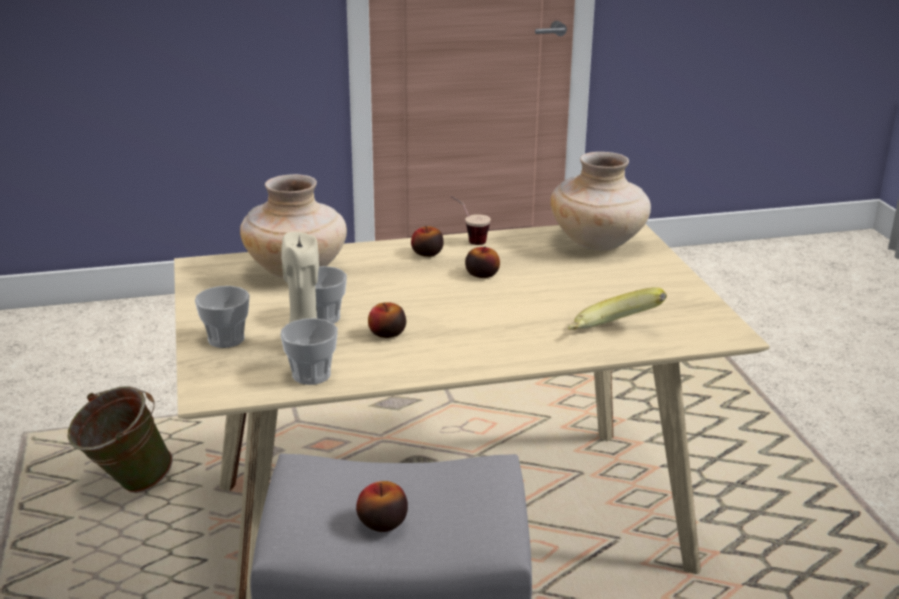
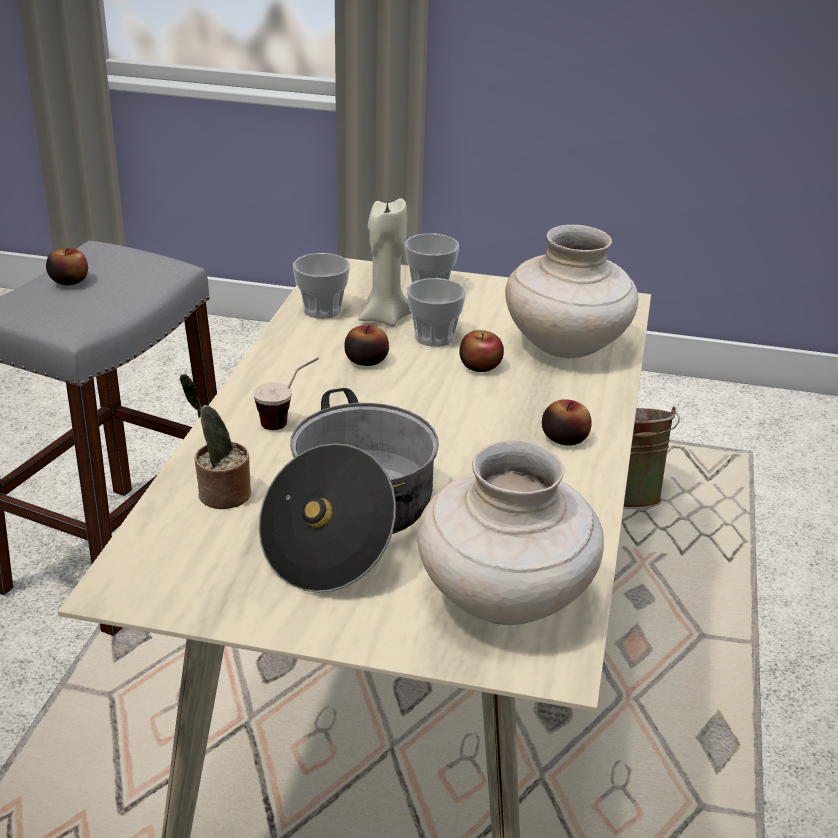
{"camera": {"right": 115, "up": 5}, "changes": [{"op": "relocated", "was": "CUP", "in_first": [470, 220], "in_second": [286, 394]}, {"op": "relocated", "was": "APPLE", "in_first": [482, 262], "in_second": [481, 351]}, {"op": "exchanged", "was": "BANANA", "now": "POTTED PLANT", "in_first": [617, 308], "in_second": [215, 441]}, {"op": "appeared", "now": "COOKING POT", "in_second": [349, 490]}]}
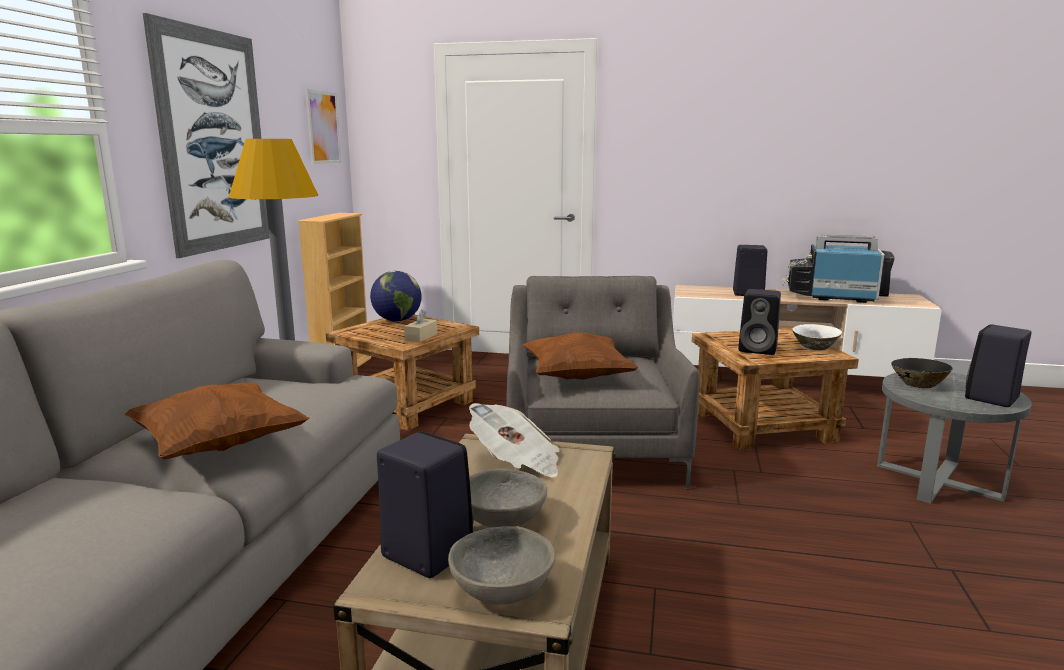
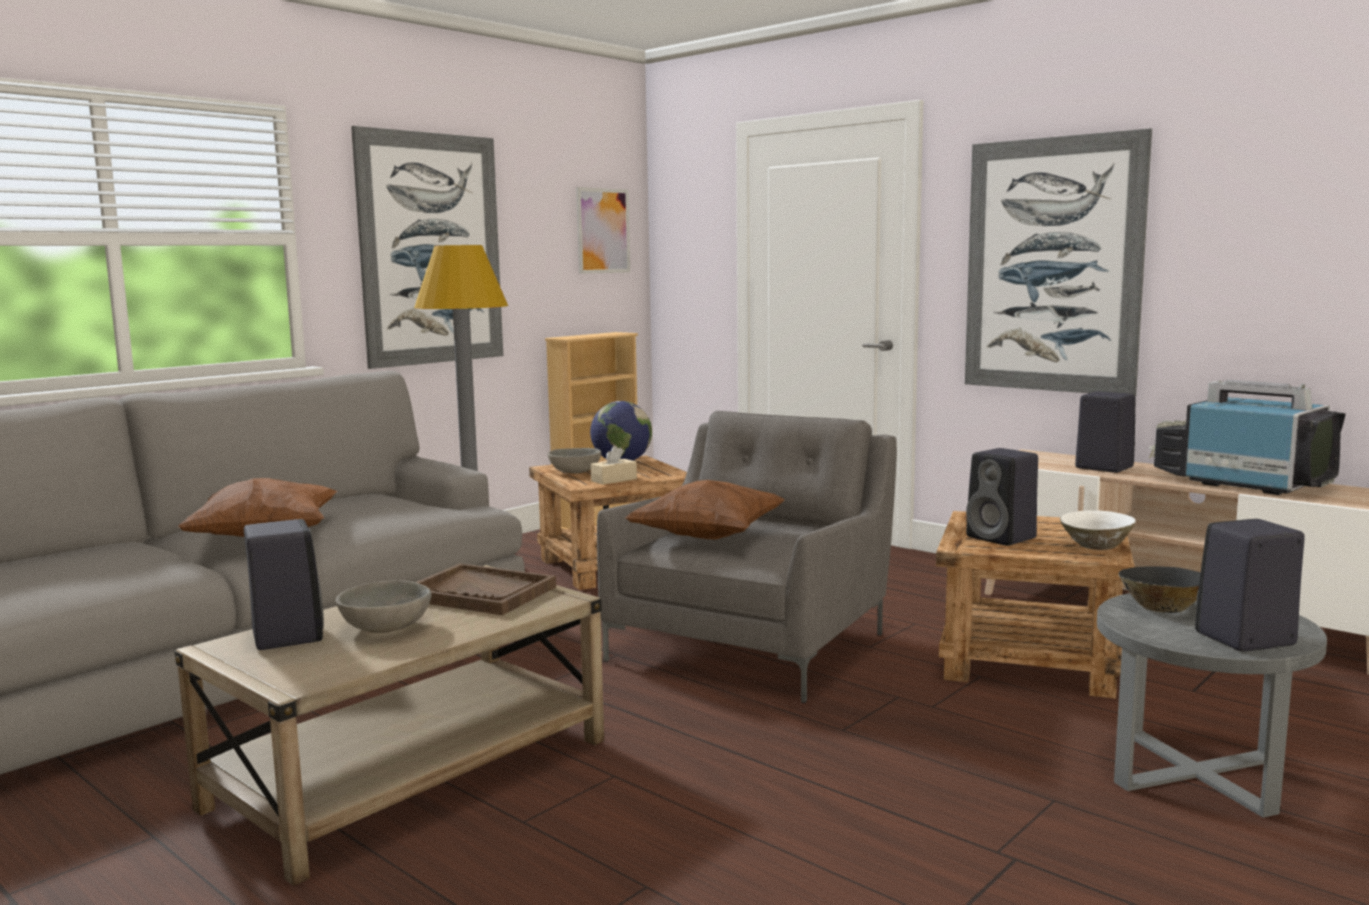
{"camera": {"right": 30, "up": -5}, "changes": [{"op": "exchanged", "was": "NEWSPAPER", "now": "BROWN TRAY", "in_first": [514, 440], "in_second": [486, 589]}, {"op": "relocated", "was": "GREY BOWL", "in_first": [501, 565], "in_second": [574, 461]}, {"op": "appeared", "now": "PICTURE", "in_second": [1058, 262]}]}
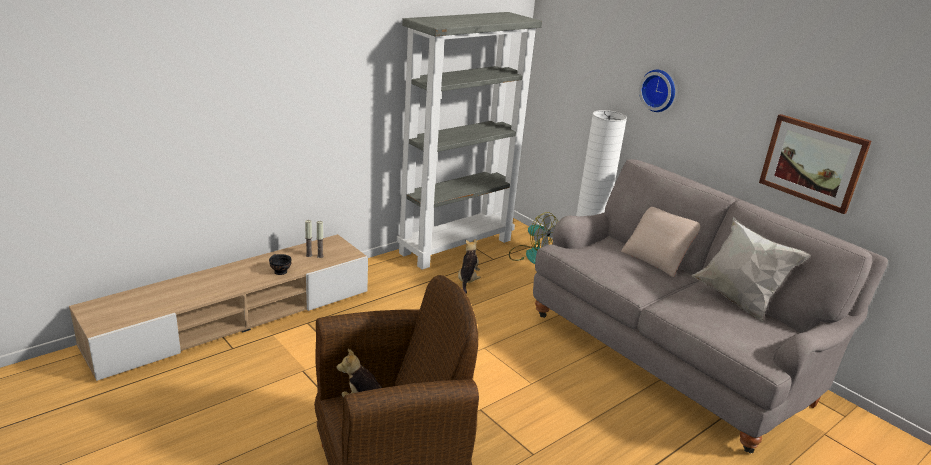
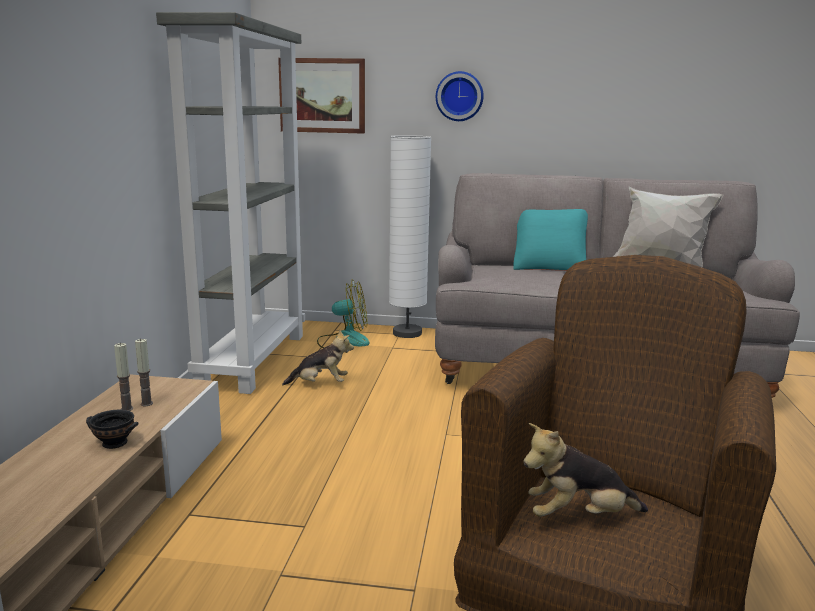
{"camera": {"right": -40, "up": -10}, "changes": [{"op": "relocated", "was": "PICTURE", "in_first": [815, 164], "in_second": [321, 96]}, {"op": "colour", "was": "BEIGE PILLOW", "now": "TURQUOISE PILLOW", "in_first": [660, 242], "in_second": [550, 240]}, {"op": "spun", "was": "PLUSH TOY", "in_first": [469, 266], "in_second": [318, 357], "clockwise": 120}]}
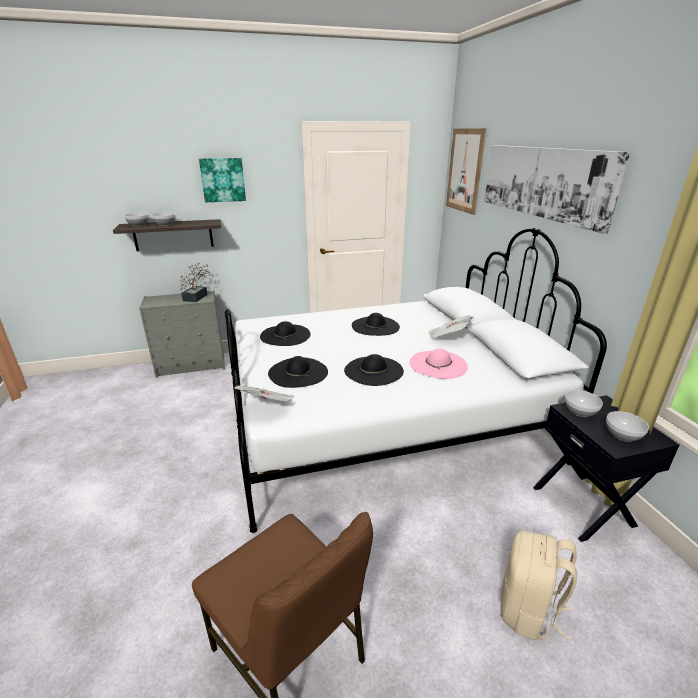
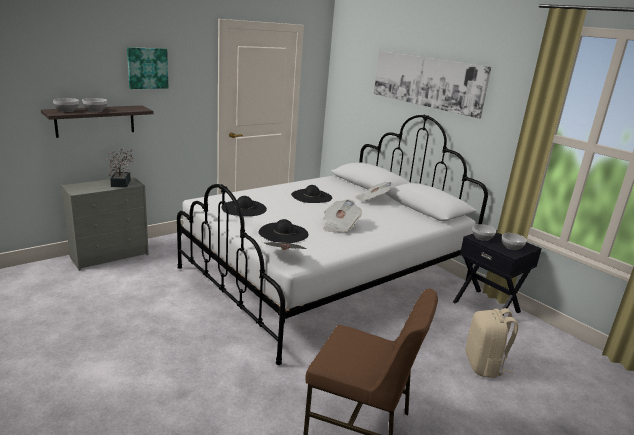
{"camera": {"right": -25, "up": -5}, "changes": [{"op": "missing", "was": "PICTURE", "in_first": [466, 171]}, {"op": "missing", "was": "PINK HAT", "in_first": [439, 364]}, {"op": "exchanged", "was": "BLACK HAT", "now": "NEWSPAPER", "in_first": [374, 370], "in_second": [342, 216]}]}
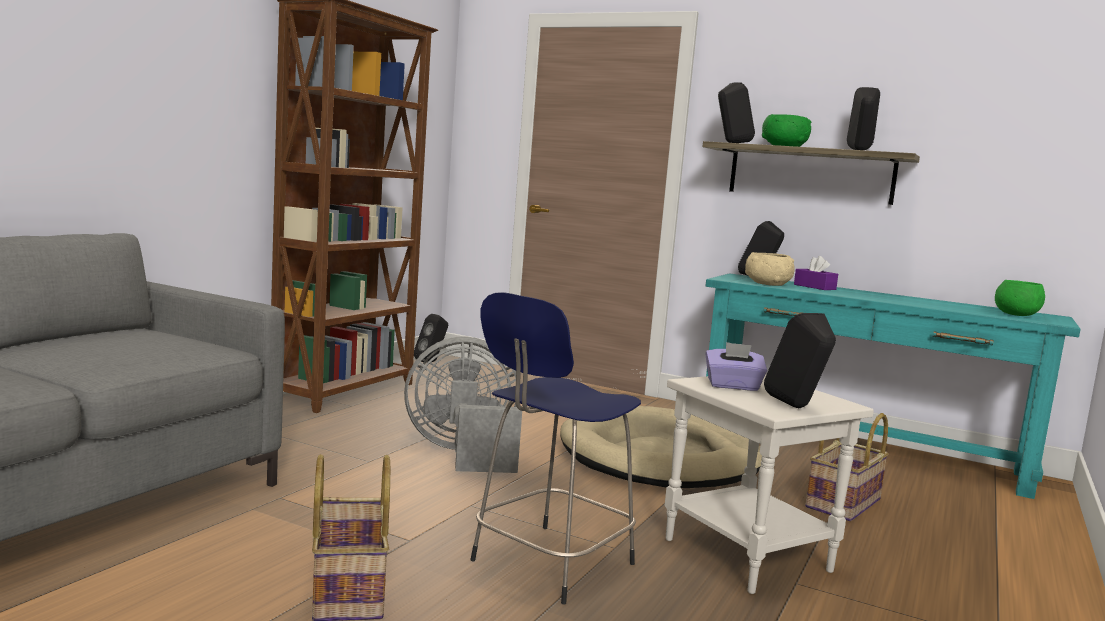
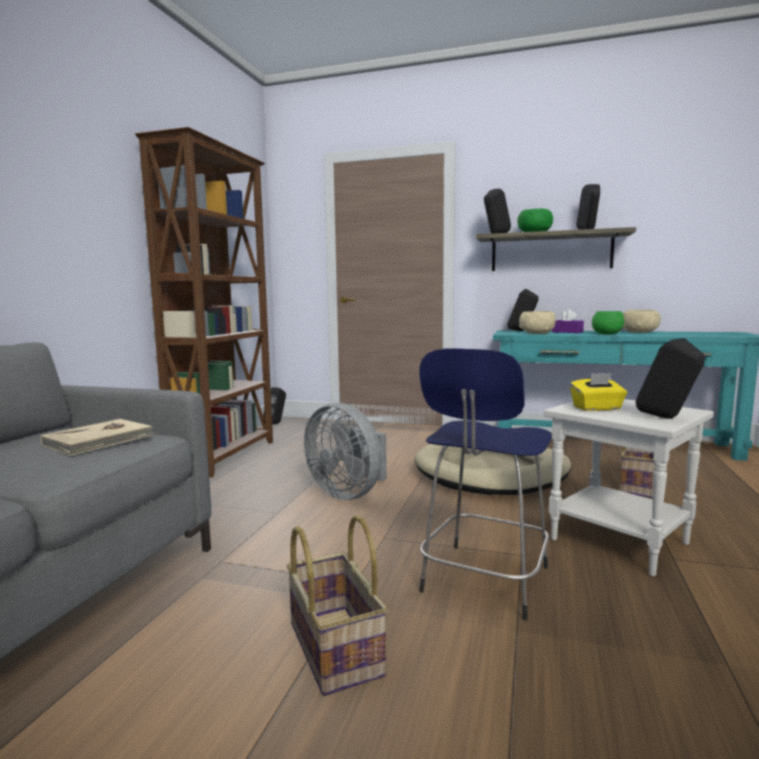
{"camera": {"right": -10, "up": 0}, "changes": [{"op": "relocated", "was": "GREEN BOWL", "in_first": [1020, 298], "in_second": [608, 322]}, {"op": "spun", "was": "GREY FAN", "in_first": [463, 405], "in_second": [345, 451], "clockwise": -120}, {"op": "colour", "was": "PURPLE TISSUE BOX", "now": "YELLOW TISSUE BOX", "in_first": [736, 366], "in_second": [598, 392]}, {"op": "appeared", "now": "BEIGE BOWL", "in_second": [642, 321]}, {"op": "appeared", "now": "BEIGE BOOK", "in_second": [98, 437]}]}
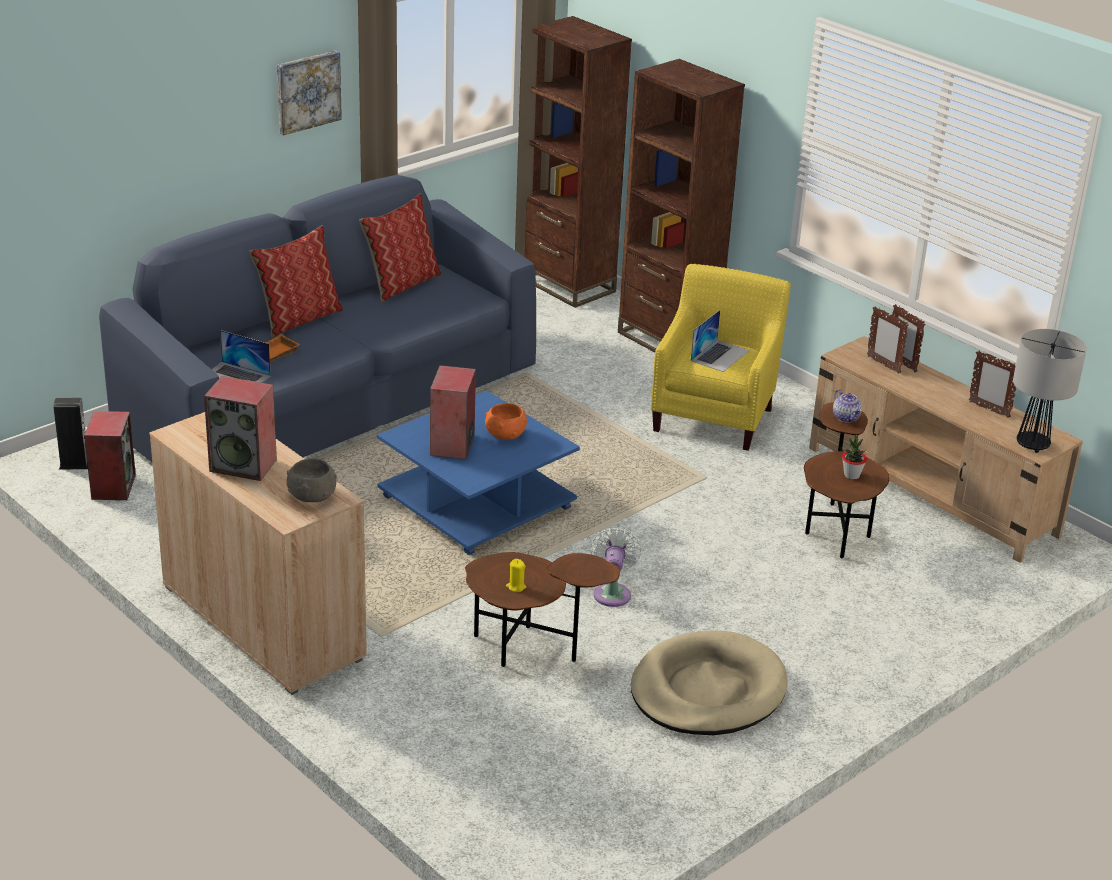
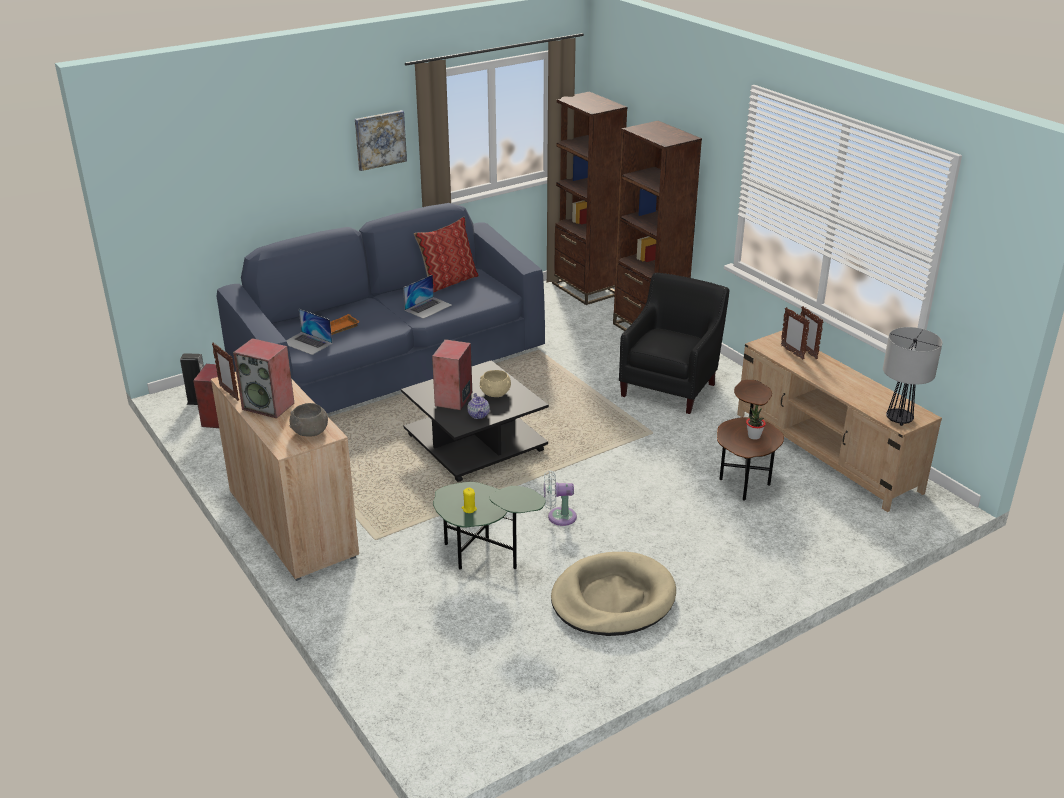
{"camera": {"right": 10, "up": 0}, "changes": [{"op": "missing", "was": "PILLOW", "in_first": [296, 281]}, {"op": "colour", "was": "YELLOW ARMCHAIR", "now": "BLACK ARMCHAIR", "in_first": [721, 357], "in_second": [674, 343]}, {"op": "relocated", "was": "LAPTOP", "in_first": [720, 341], "in_second": [427, 297]}, {"op": "relocated", "was": "PICTURE FRAME", "in_first": [992, 384], "in_second": [225, 371]}, {"op": "relocated", "was": "TEAPOT", "in_first": [847, 406], "in_second": [478, 406]}, {"op": "colour", "was": "BLUE COFFEE TABLE", "now": "BLACK COFFEE TABLE", "in_first": [478, 472], "in_second": [475, 421]}, {"op": "colour", "was": "ORANGE BOWL", "now": "BEIGE BOWL", "in_first": [506, 421], "in_second": [495, 383]}, {"op": "spun", "was": "WHITE FAN", "in_first": [615, 567], "in_second": [560, 498], "clockwise": -105}, {"op": "colour", "was": "BROWN SIDE TABLE", "now": "GREEN SIDE TABLE", "in_first": [542, 609], "in_second": [489, 526]}]}
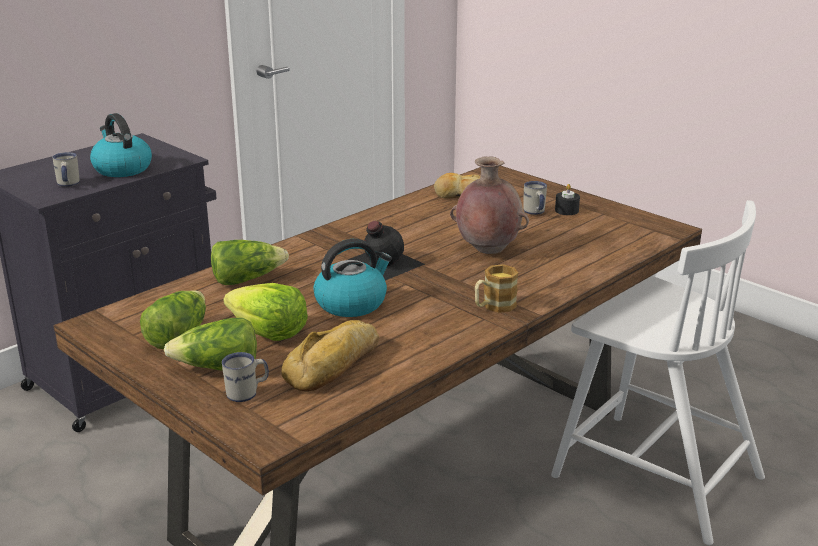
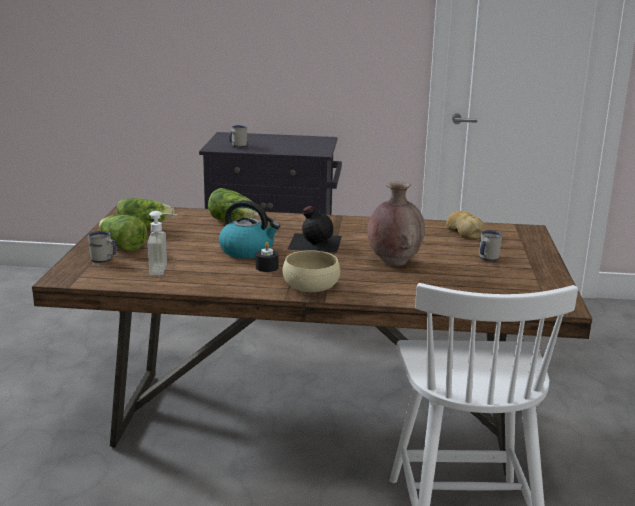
{"camera": {"right": 50, "up": -5}, "changes": [{"op": "missing", "was": "KETTLE", "in_first": [121, 145]}, {"op": "relocated", "was": "BLACK CANDLE", "in_first": [567, 199], "in_second": [267, 257]}, {"op": "exchanged", "was": "MUG", "now": "BEIGE BOWL", "in_first": [496, 288], "in_second": [311, 271]}, {"op": "missing", "was": "LETTUCE", "in_first": [265, 312]}, {"op": "exchanged", "was": "BREAD", "now": "SOAP DISPENSER", "in_first": [330, 356], "in_second": [163, 243]}]}
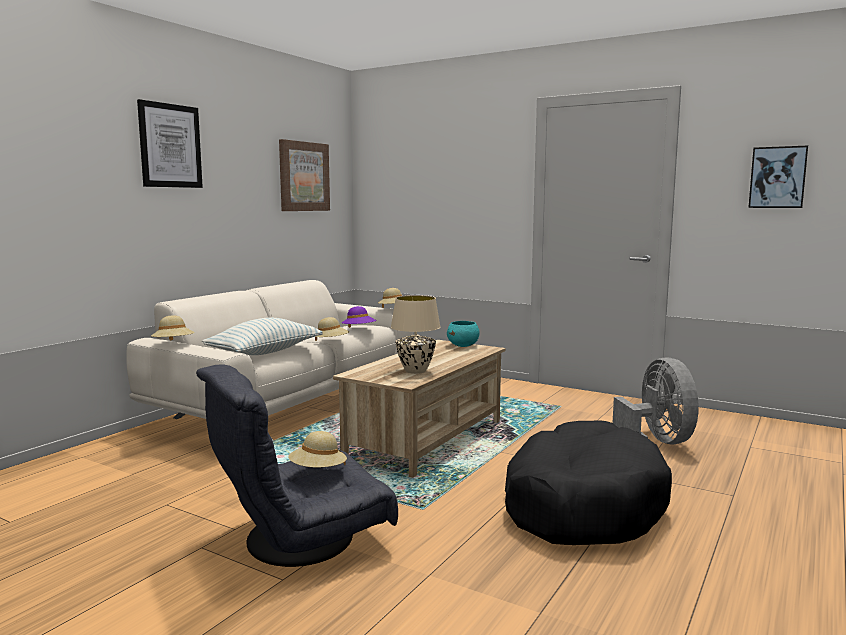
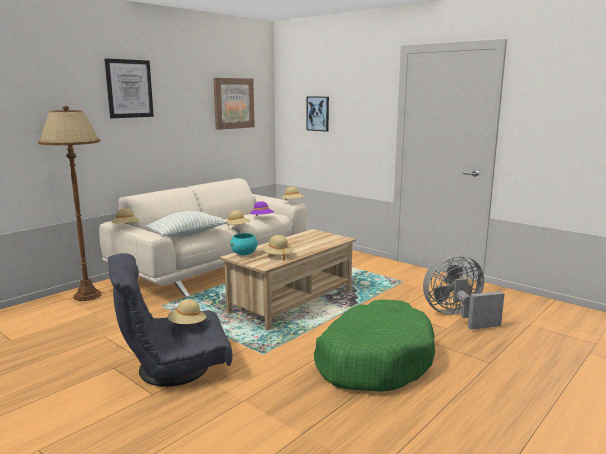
{"camera": {"right": 10, "up": 5}, "changes": [{"op": "relocated", "was": "PICTURE", "in_first": [778, 176], "in_second": [317, 114]}, {"op": "exchanged", "was": "BEIGE TABLE LAMP", "now": "BEIGE HAT", "in_first": [416, 334], "in_second": [278, 248]}, {"op": "relocated", "was": "TURQUOISE BOWL", "in_first": [463, 334], "in_second": [244, 244]}, {"op": "spun", "was": "GREY FAN", "in_first": [656, 401], "in_second": [464, 291], "clockwise": -105}, {"op": "colour", "was": "BLACK DOG BED", "now": "GREEN DOG BED", "in_first": [588, 483], "in_second": [374, 346]}, {"op": "appeared", "now": "BROWN FLOOR LAMP", "in_second": [70, 203]}]}
